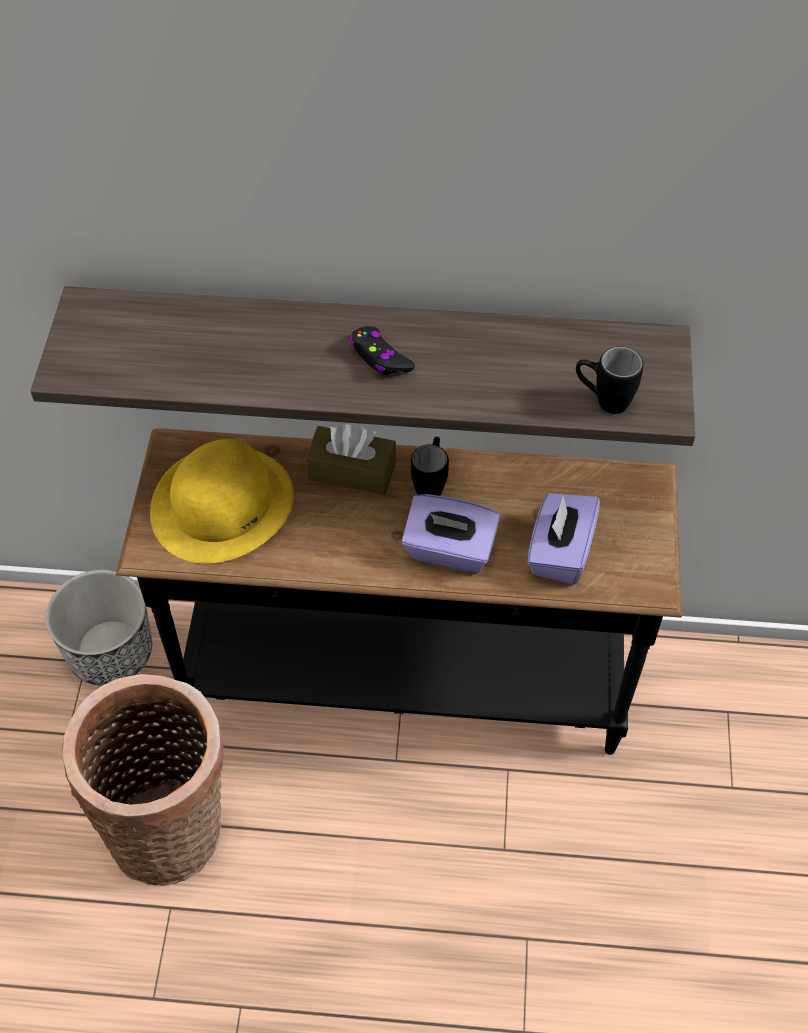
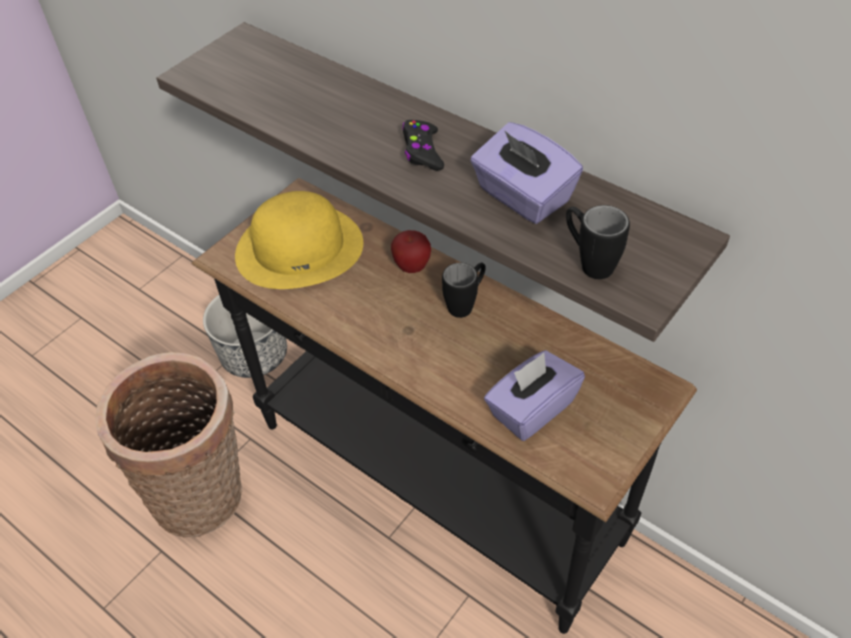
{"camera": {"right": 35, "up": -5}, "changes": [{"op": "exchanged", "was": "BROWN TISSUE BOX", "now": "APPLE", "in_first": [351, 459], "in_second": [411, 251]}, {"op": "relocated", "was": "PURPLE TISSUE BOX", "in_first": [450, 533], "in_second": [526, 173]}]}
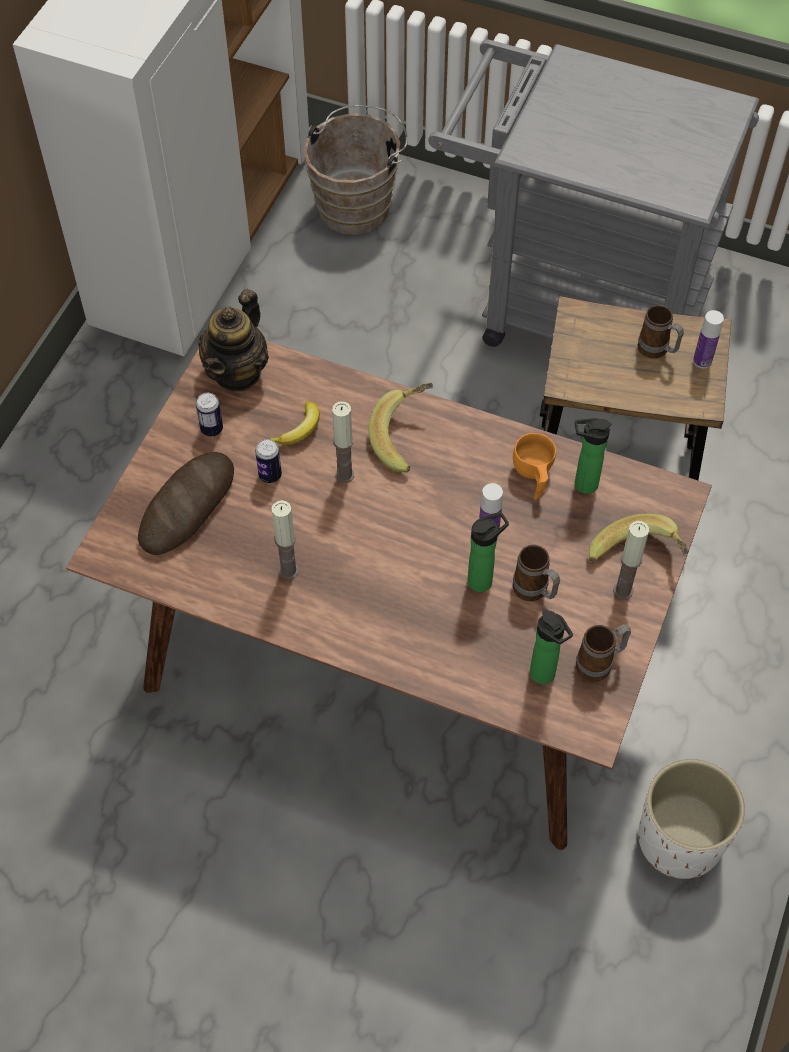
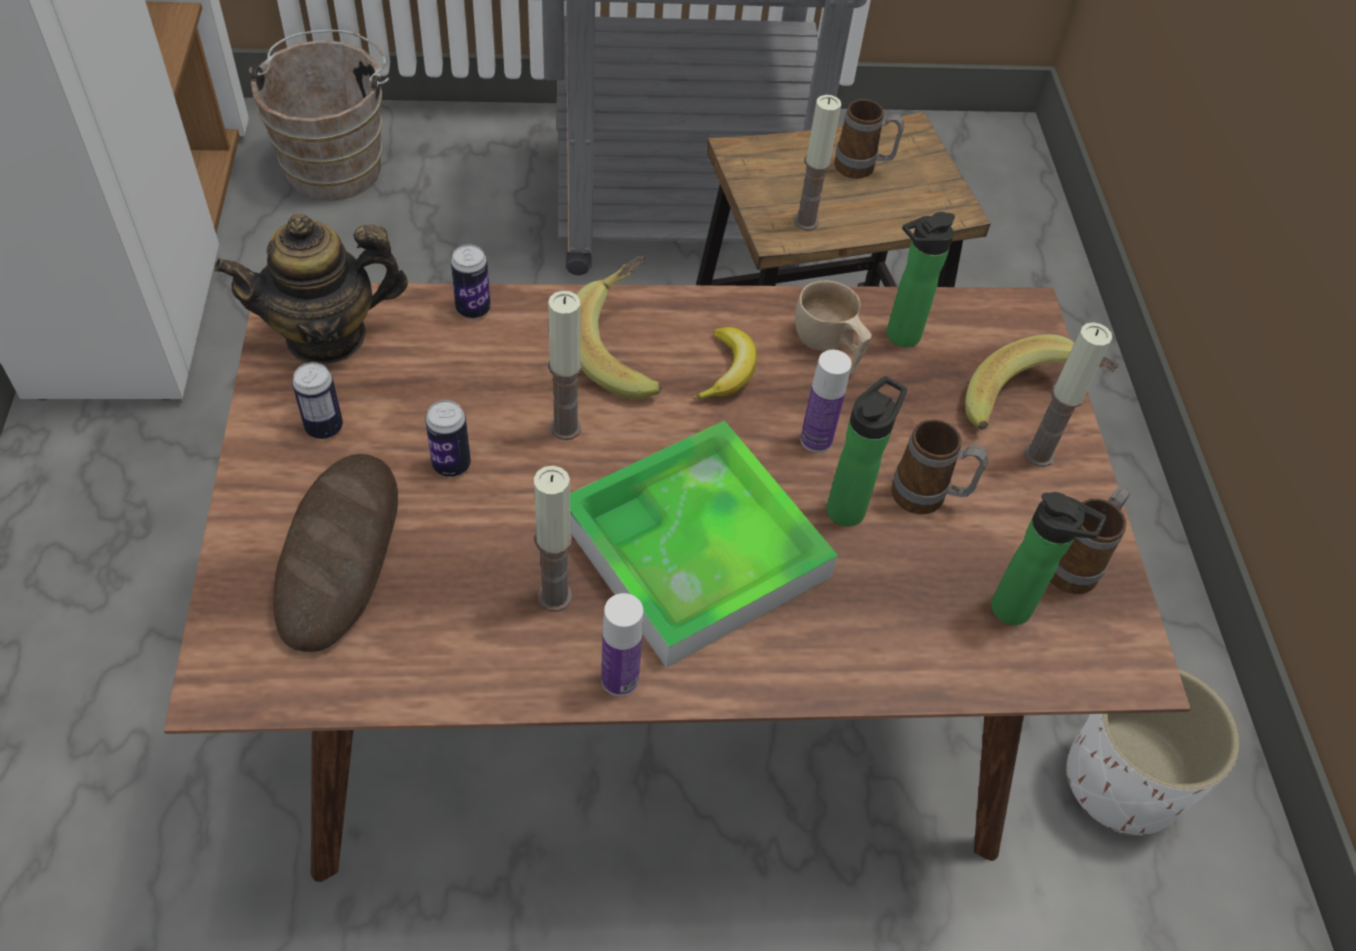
{"camera": {"right": -30, "up": -5}, "changes": [{"op": "spun", "was": "TEAPOT", "in_first": [233, 340], "in_second": [311, 289], "clockwise": 75}, {"op": "relocated", "was": "BOTTLE", "in_first": [708, 339], "in_second": [622, 644]}, {"op": "relocated", "was": "BANANA", "in_first": [295, 423], "in_second": [725, 363]}, {"op": "colour", "was": "ORANGE CUP", "now": "BEIGE CUP", "in_first": [534, 466], "in_second": [833, 327]}, {"op": "appeared", "now": "CANDLE", "in_second": [817, 162]}, {"op": "appeared", "now": "CAN", "in_second": [471, 281]}, {"op": "appeared", "now": "TRAY", "in_second": [704, 544]}]}
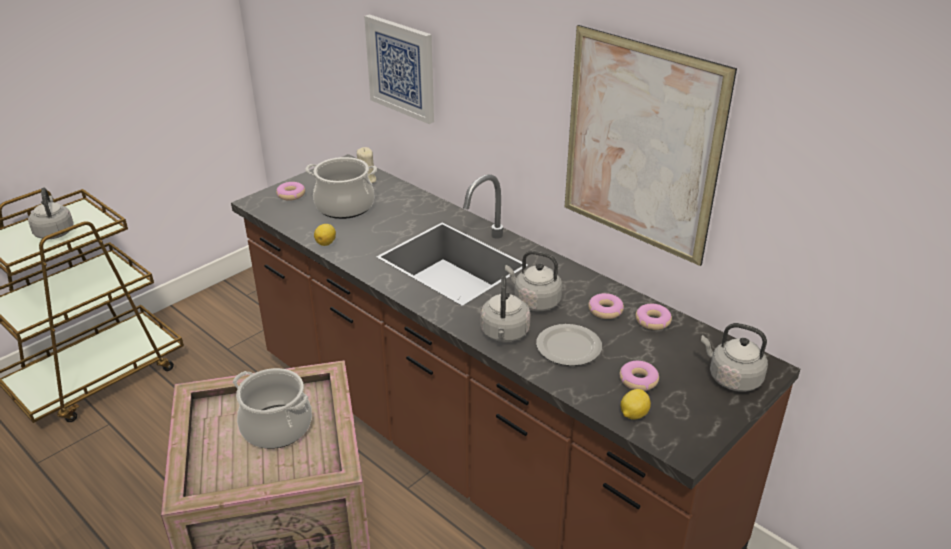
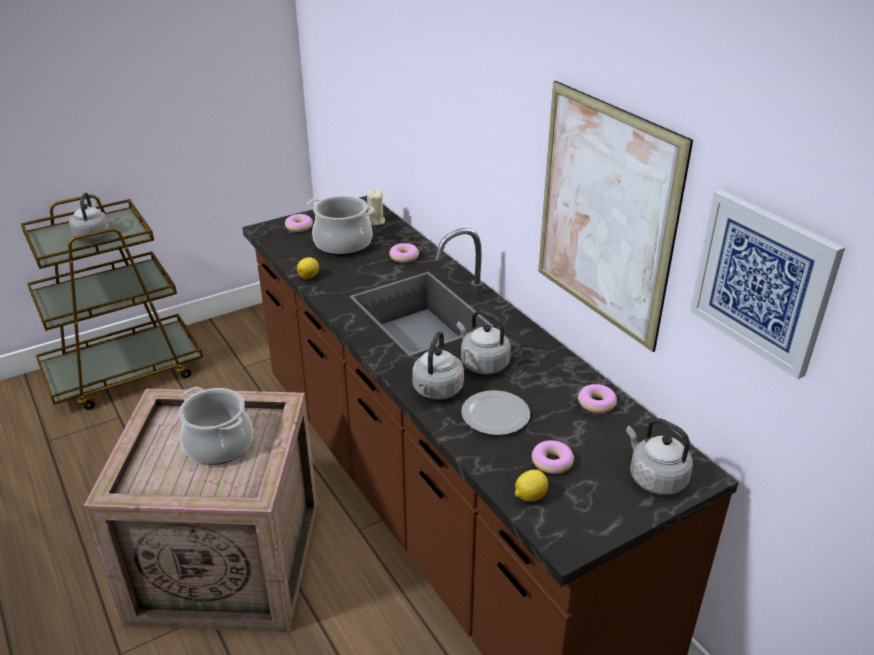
{"camera": {"right": 15, "up": 0}, "changes": [{"op": "relocated", "was": "PICTURE", "in_first": [399, 69], "in_second": [767, 284]}, {"op": "relocated", "was": "DONUT", "in_first": [606, 306], "in_second": [404, 253]}]}
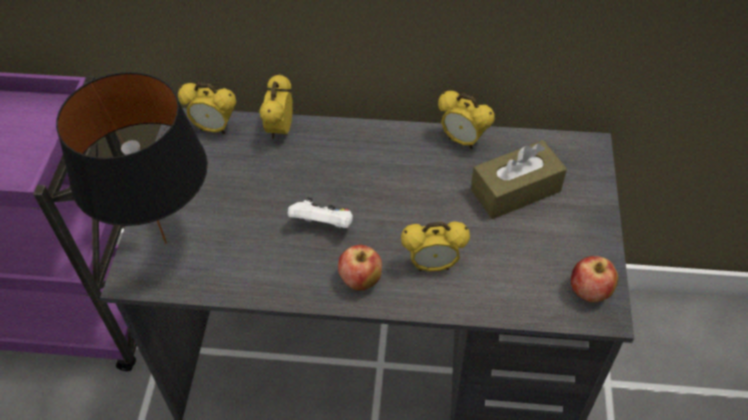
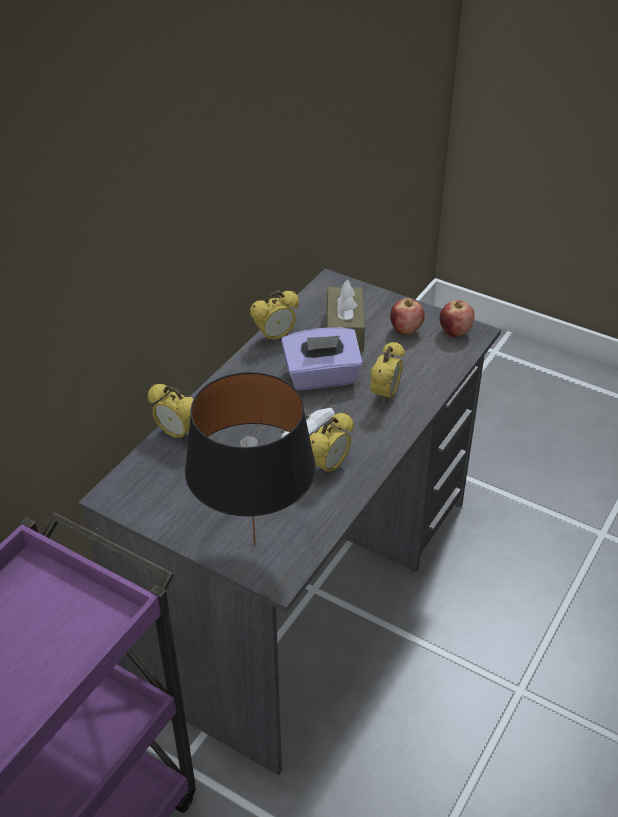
{"camera": {"right": -65, "up": -10}, "changes": [{"op": "relocated", "was": "ALARM CLOCK", "in_first": [207, 108], "in_second": [331, 444]}, {"op": "relocated", "was": "APPLE", "in_first": [360, 268], "in_second": [407, 316]}, {"op": "appeared", "now": "PURPLE TISSUE BOX", "in_second": [322, 358]}]}
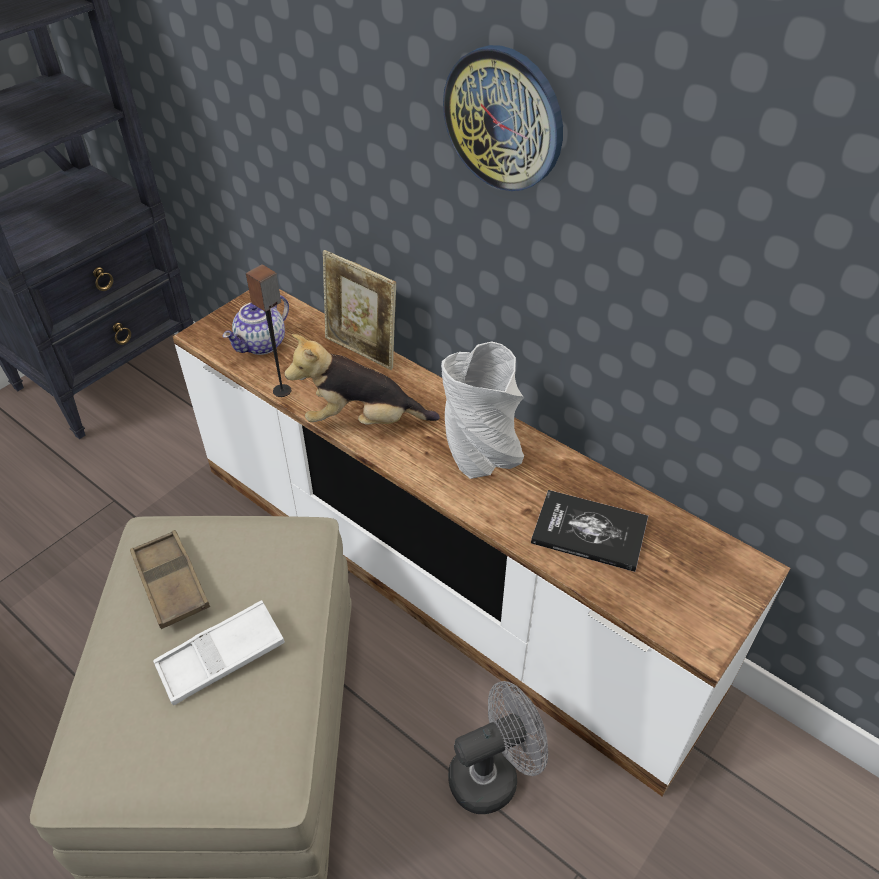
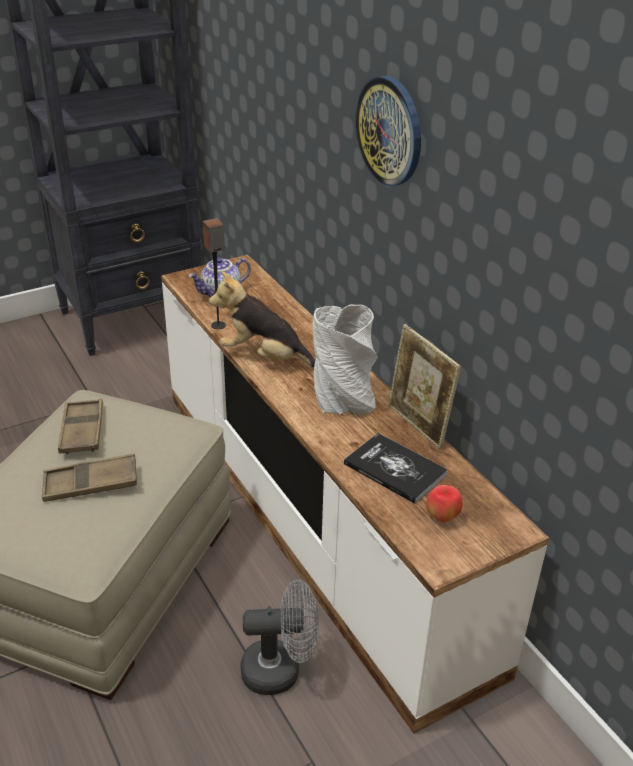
{"camera": {"right": 20, "up": -10}, "changes": [{"op": "relocated", "was": "PICTURE FRAME", "in_first": [359, 310], "in_second": [424, 386]}, {"op": "colour", "was": "WHITE TRAY", "now": "BROWN TRAY", "in_first": [219, 652], "in_second": [89, 478]}, {"op": "appeared", "now": "APPLE", "in_second": [444, 504]}]}
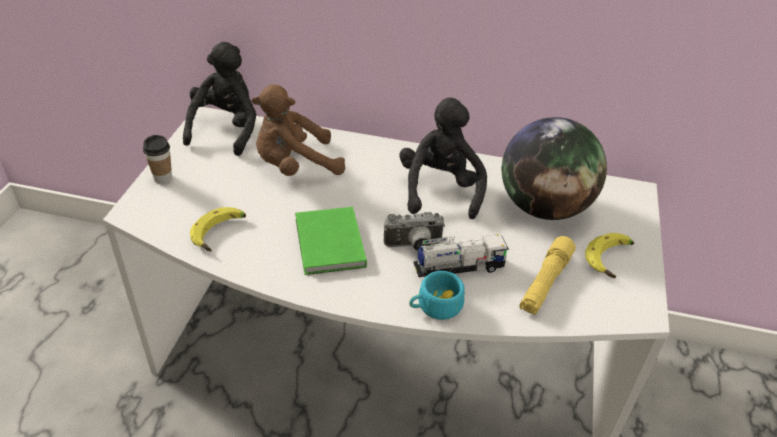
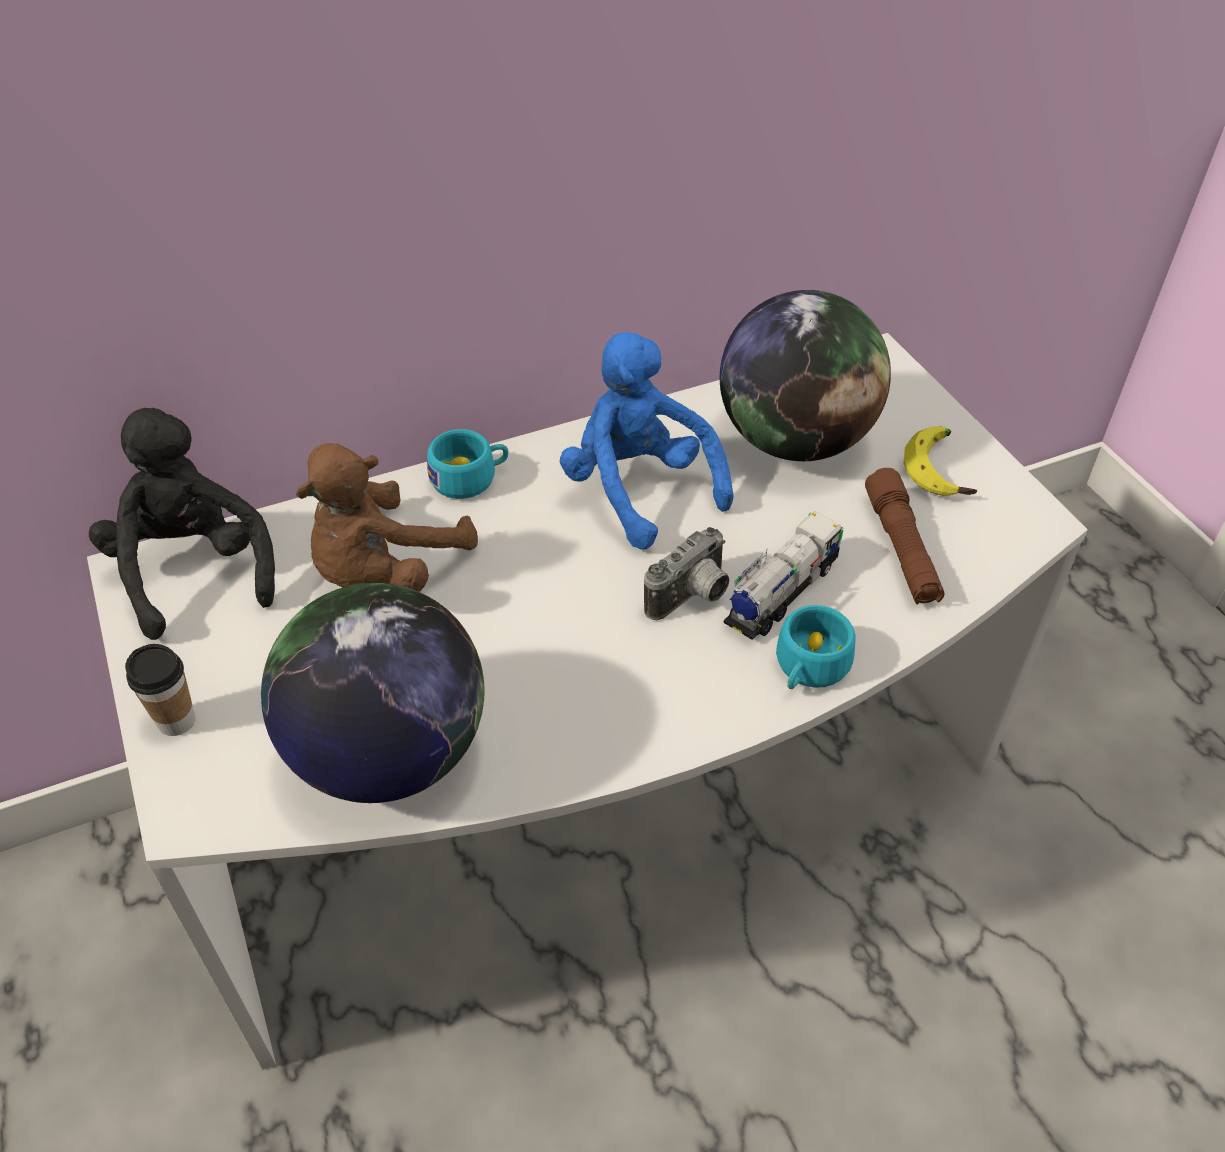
{"camera": {"right": -35, "up": 5}, "changes": [{"op": "colour", "was": "BLACK PLUSH TOY", "now": "BLUE PLUSH TOY", "in_first": [443, 158], "in_second": [647, 441]}, {"op": "exchanged", "was": "BANANA", "now": "GLOBE", "in_first": [218, 229], "in_second": [372, 693]}, {"op": "missing", "was": "GREEN BOOK", "in_first": [331, 241]}, {"op": "colour", "was": "YELLOW FLASHLIGHT", "now": "BROWN FLASHLIGHT", "in_first": [547, 275], "in_second": [905, 536]}, {"op": "appeared", "now": "TURQUOISE CUP", "in_second": [467, 464]}]}
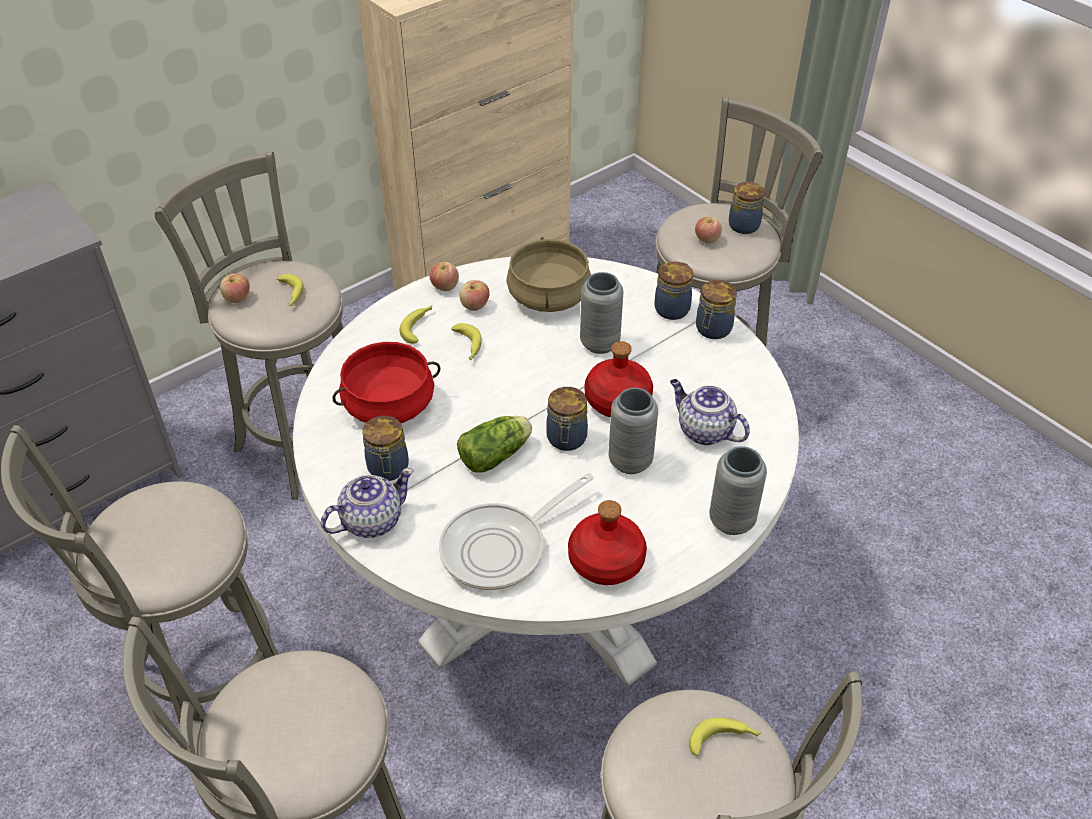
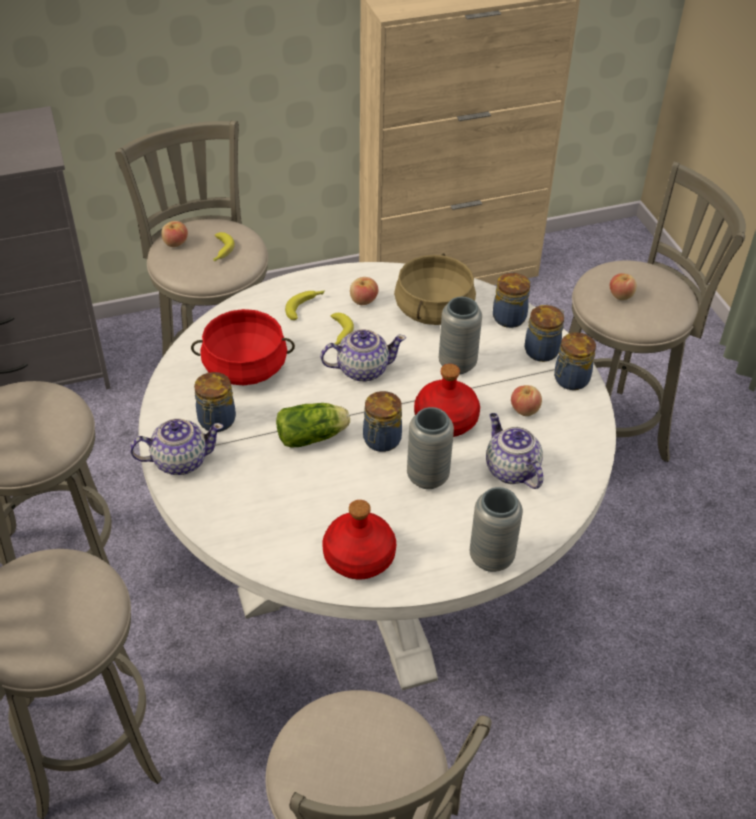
{"camera": {"right": 20, "up": 0}, "changes": [{"op": "relocated", "was": "JAR", "in_first": [747, 208], "in_second": [511, 300]}, {"op": "relocated", "was": "APPLE", "in_first": [444, 276], "in_second": [526, 400]}, {"op": "missing", "was": "FRYING PAN", "in_first": [516, 531]}, {"op": "missing", "was": "BANANA", "in_first": [725, 736]}, {"op": "appeared", "now": "TEAPOT", "in_second": [363, 355]}]}
